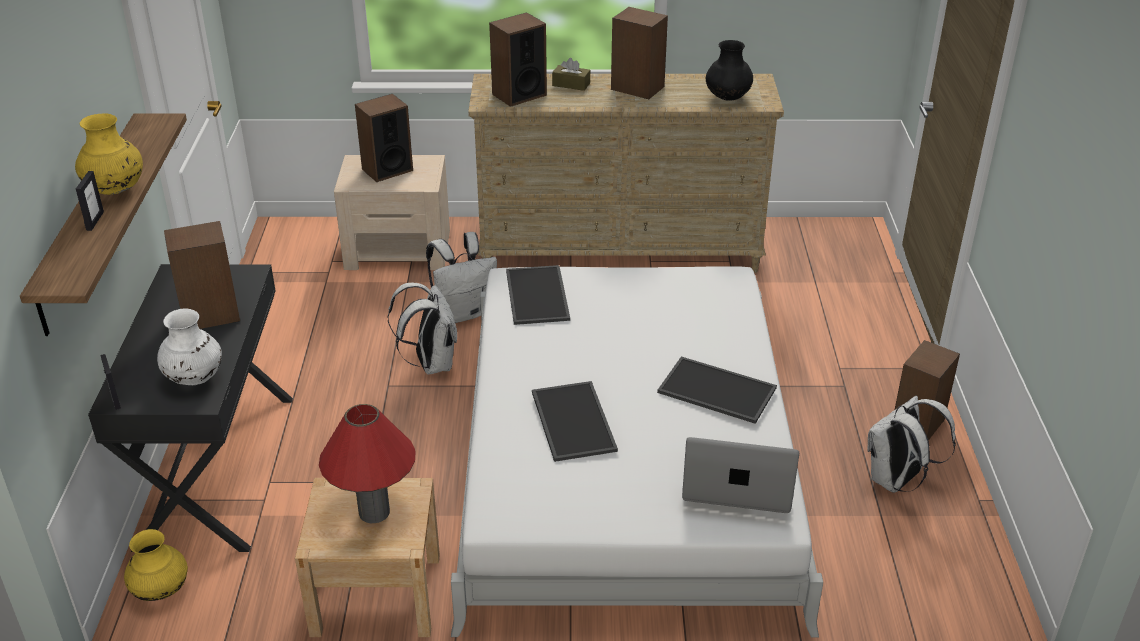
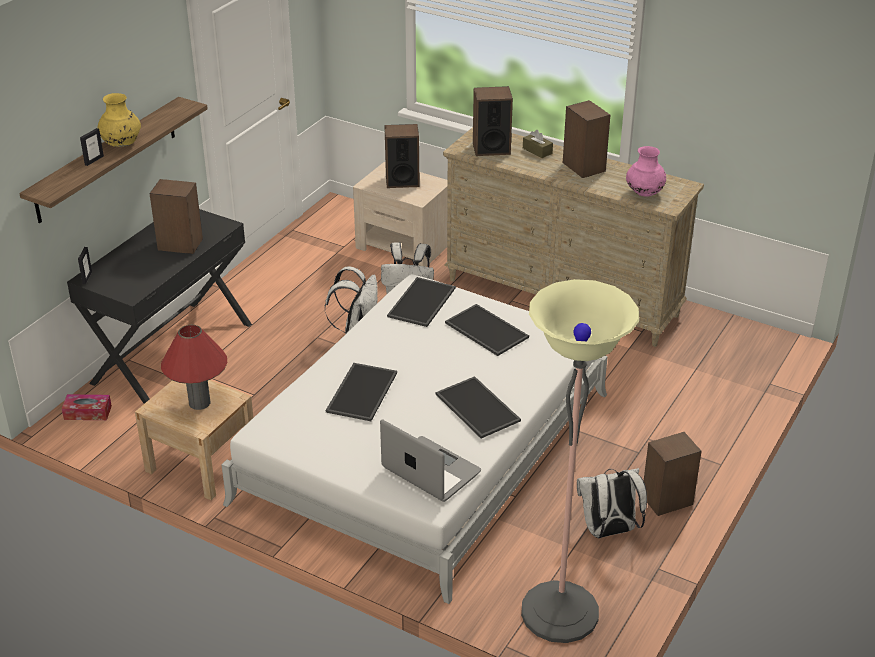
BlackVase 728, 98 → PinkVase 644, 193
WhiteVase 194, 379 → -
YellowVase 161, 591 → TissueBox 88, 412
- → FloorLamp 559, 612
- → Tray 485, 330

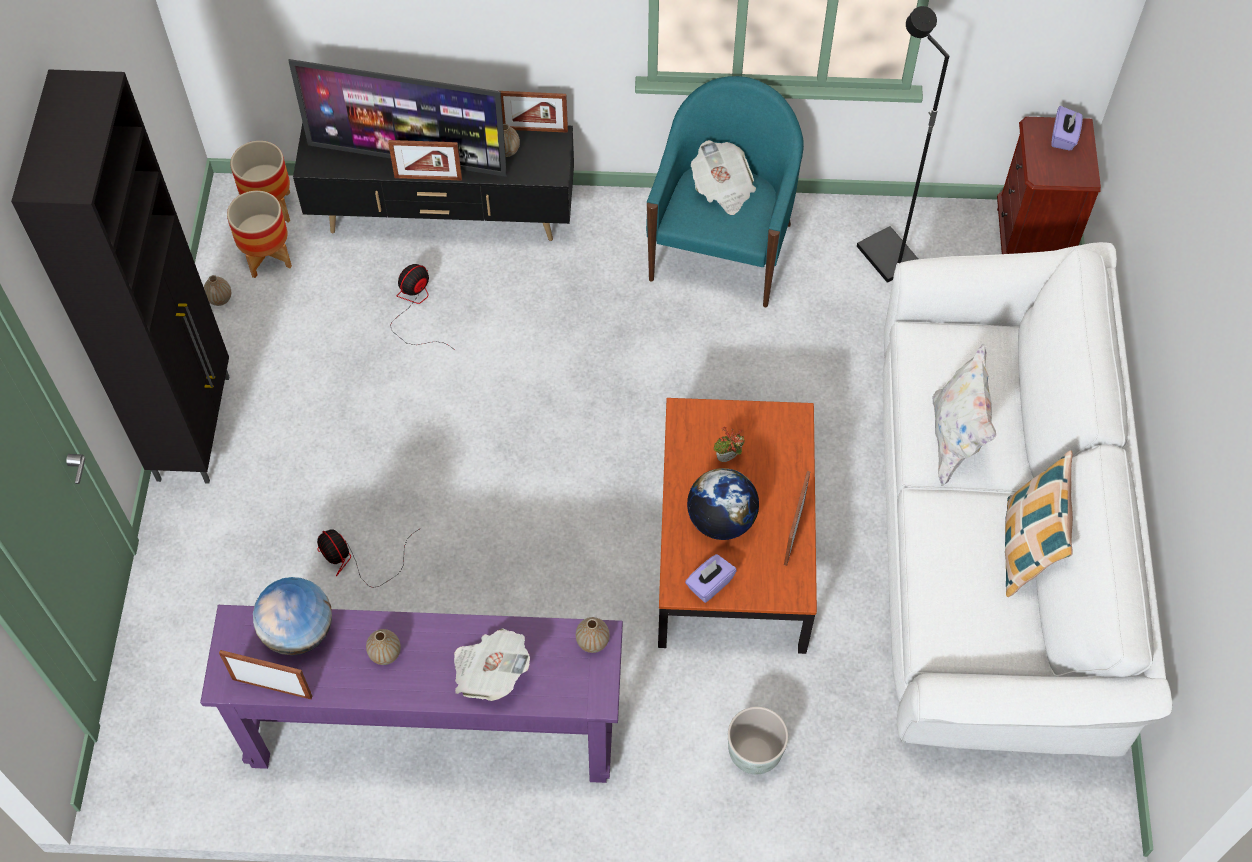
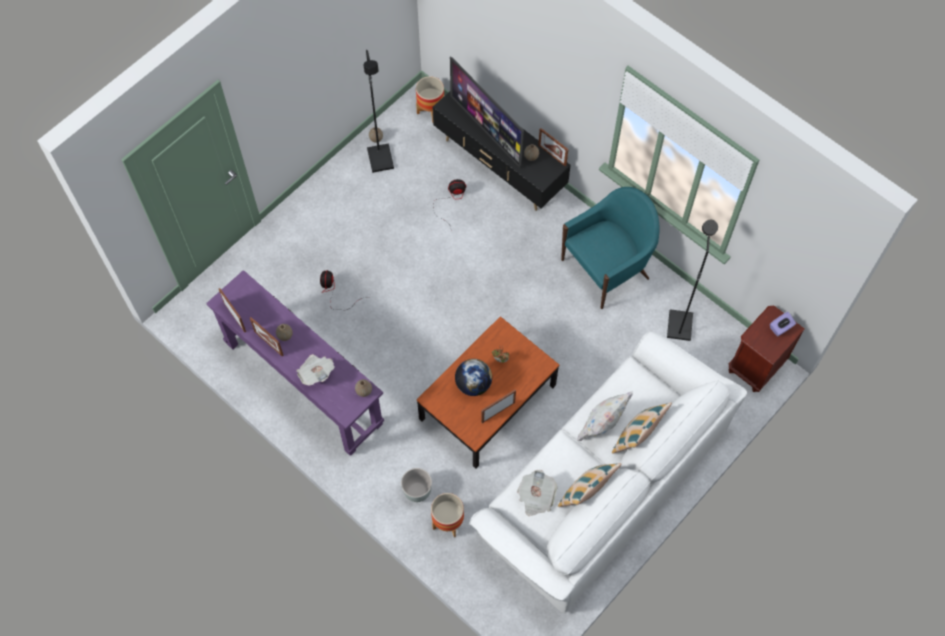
BlackCabinet 195, 426 → -
PictureFrame 428, 178 → PictureFrame 269, 343, move
Newspaper 722, 189 → Newspaper 536, 497, move
Planter 268, 258 → Planter 448, 522, move
PurpleTissueBox 709, 584 → -
Globe 299, 632 → -
- → BlackFloorLamp 381, 159
- → Pillow 637, 438

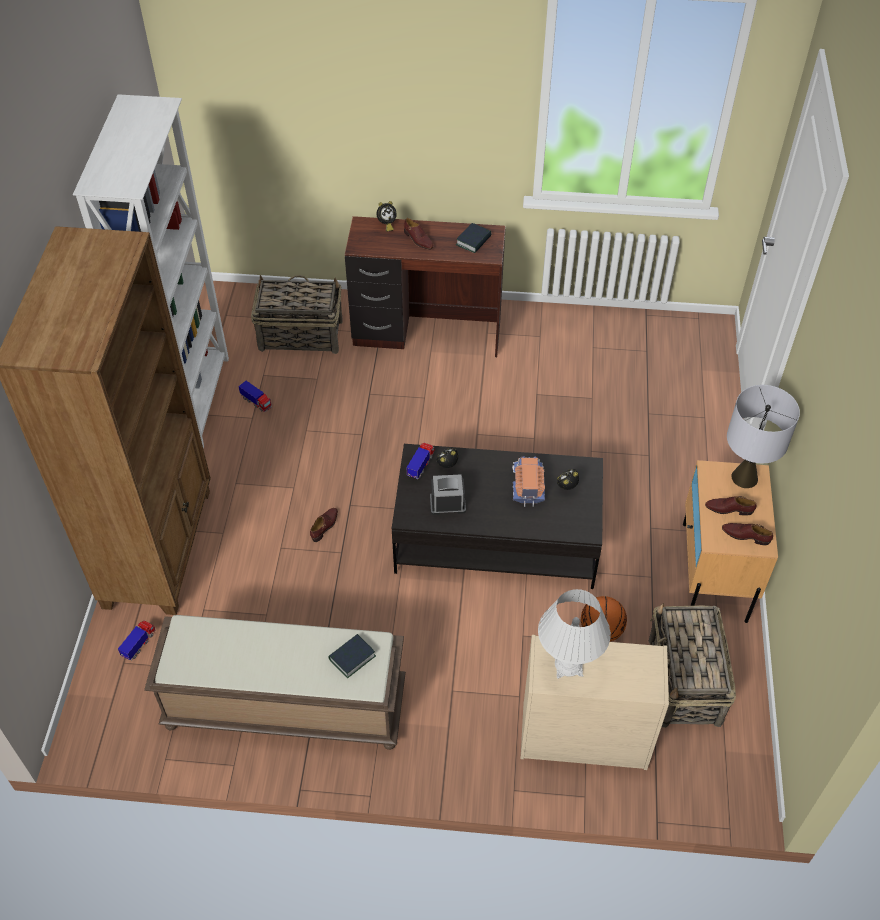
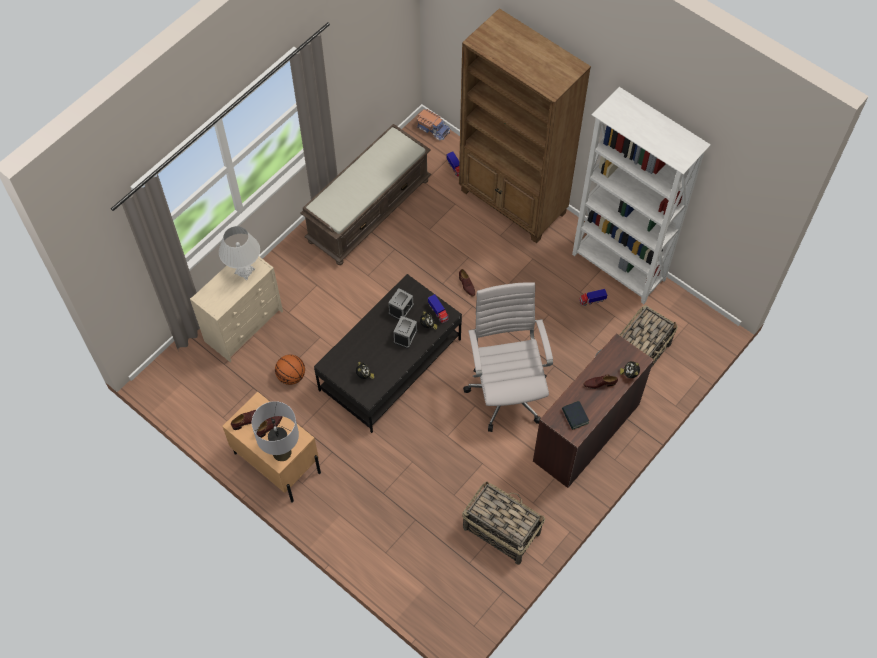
ToyTruck 527, 485 → ToyTruck 433, 129, move
Basket 684, 682 → Basket 500, 530, move
Book 352, 658 → -
- → WhiteOfficeChair 506, 391
- → AlarmClock 405, 336

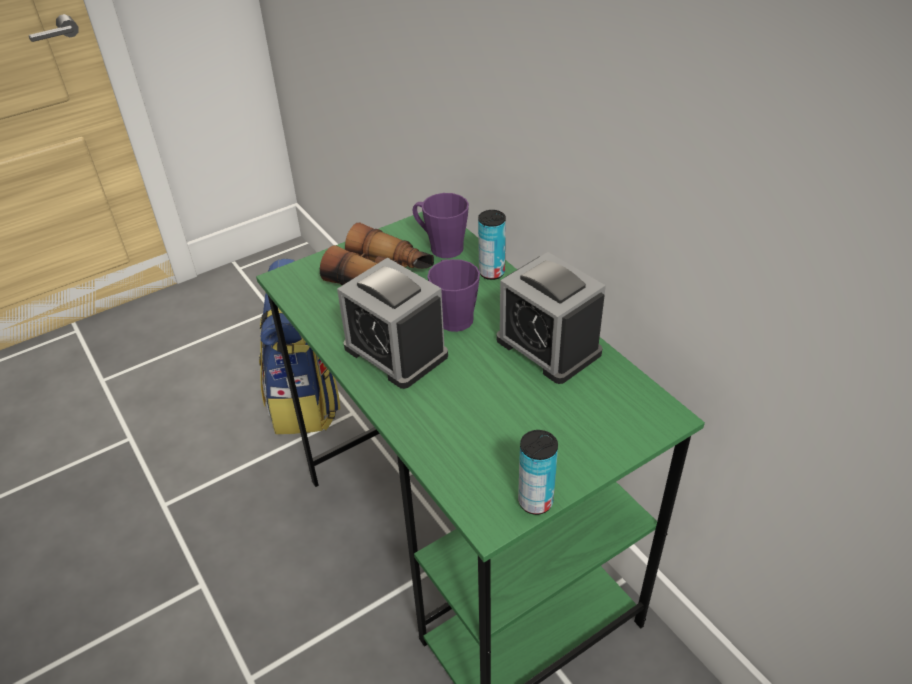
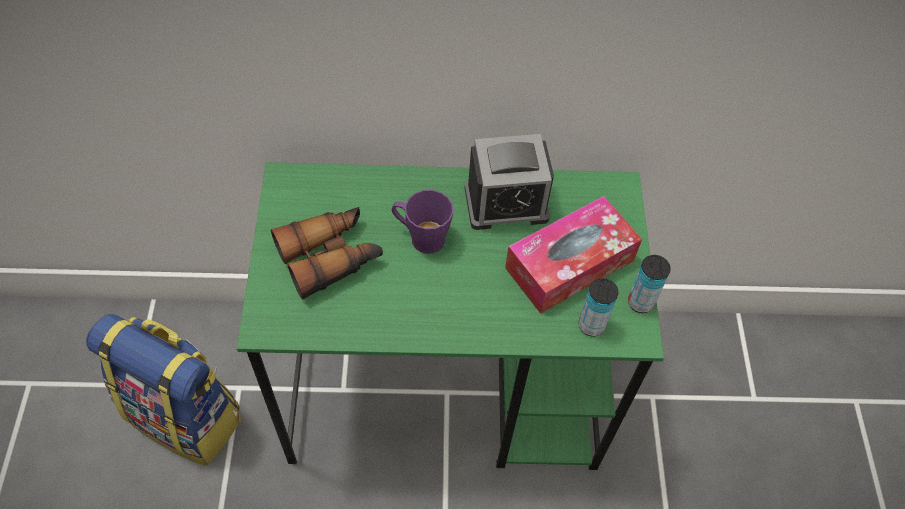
PurpleMug 441, 246 → -
Can 491, 273 → Can 591, 325, move
AlarmClock 395, 351 → -
- → TissueBox 569, 264

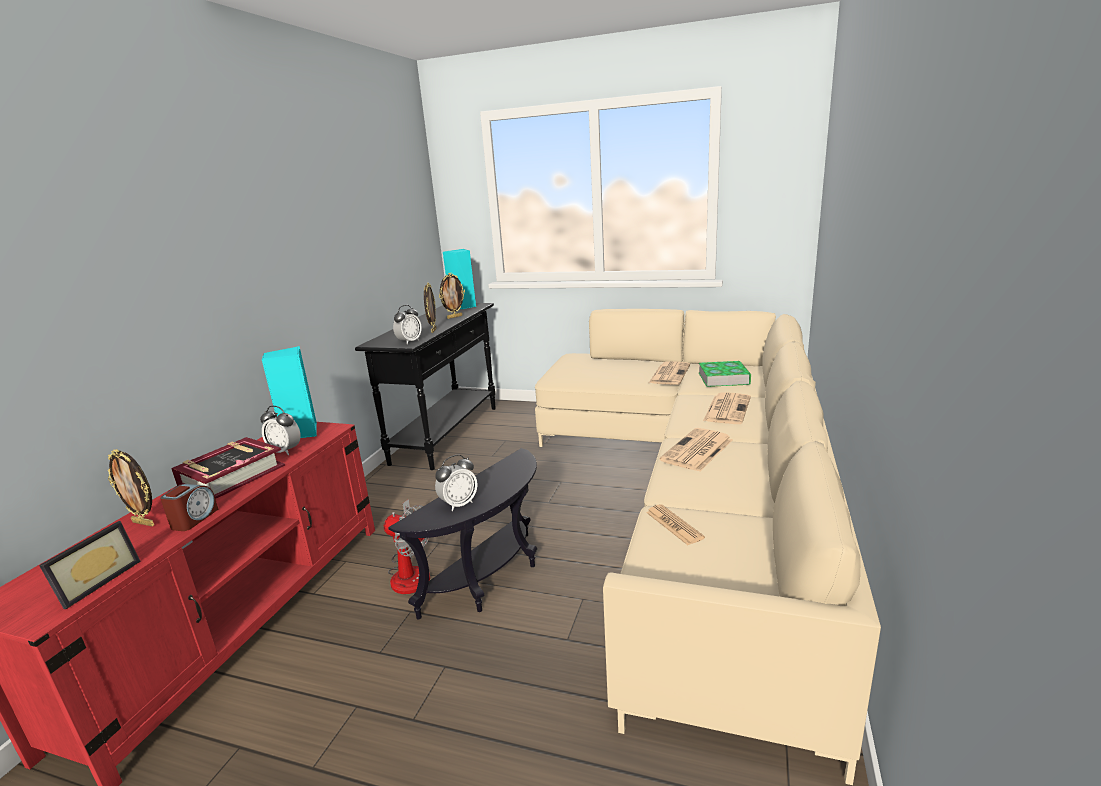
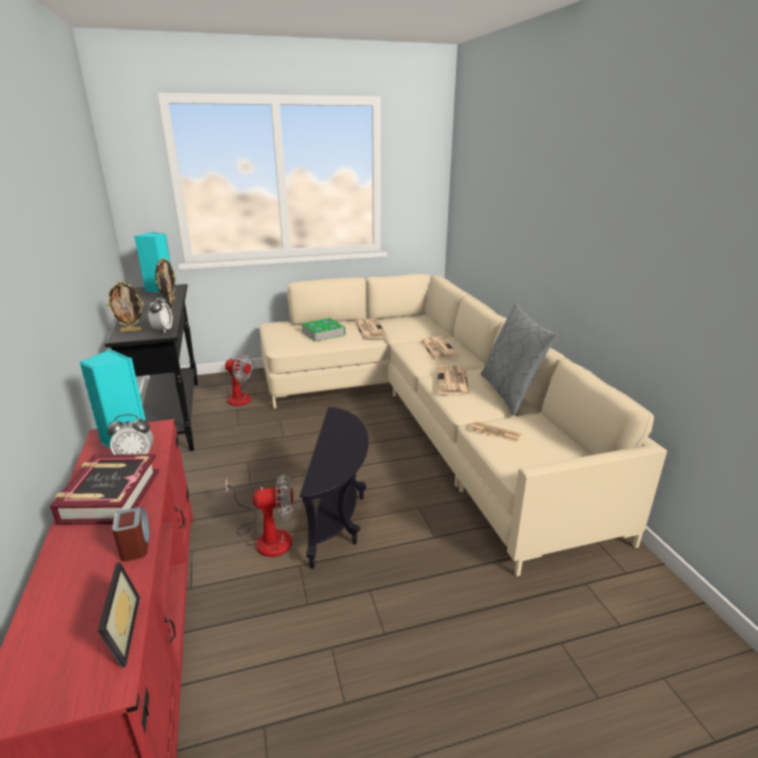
Book 723, 378 → Book 323, 333, move
PictureFrame 144, 523 → PictureFrame 131, 330, move
AlarmClock 459, 504 → -
- → GreyPillow 510, 392
- → Fan 239, 396

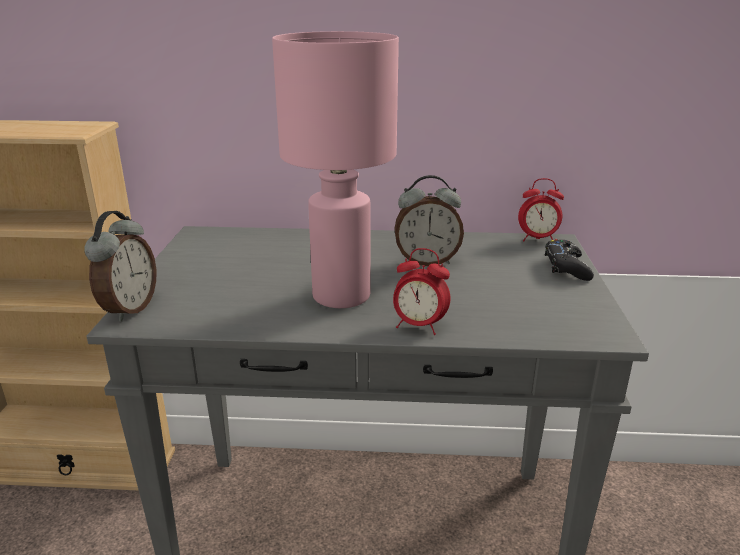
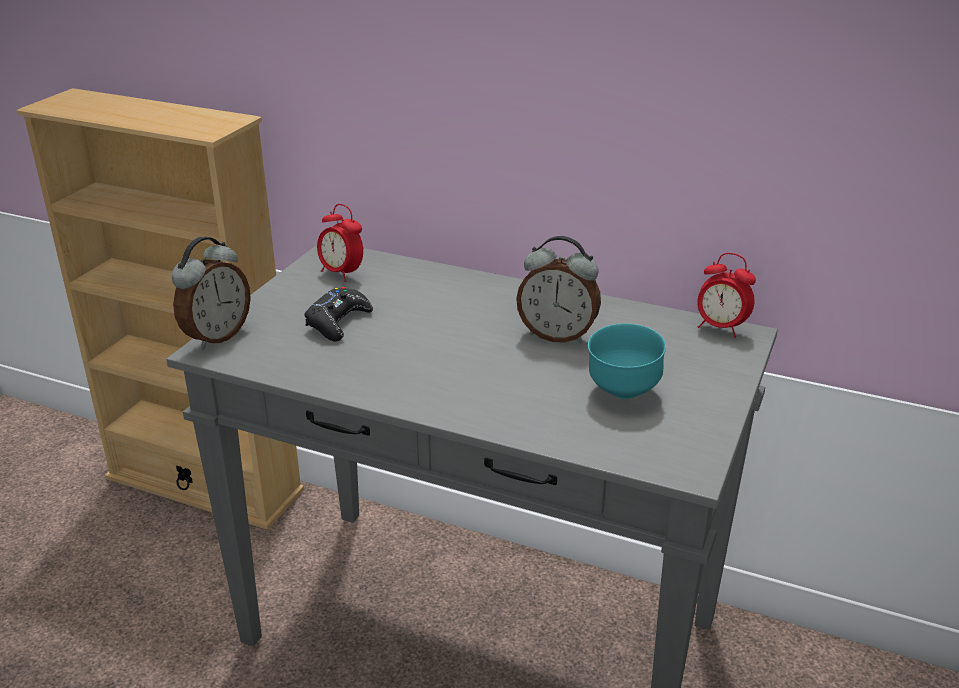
PinkTableLamp 340, 295 → -
BlackGameController 566, 267 → BlackGameController 338, 322, move
AlarmClock 419, 326 → AlarmClock 341, 273, move
- → TurquoiseBowl 622, 393

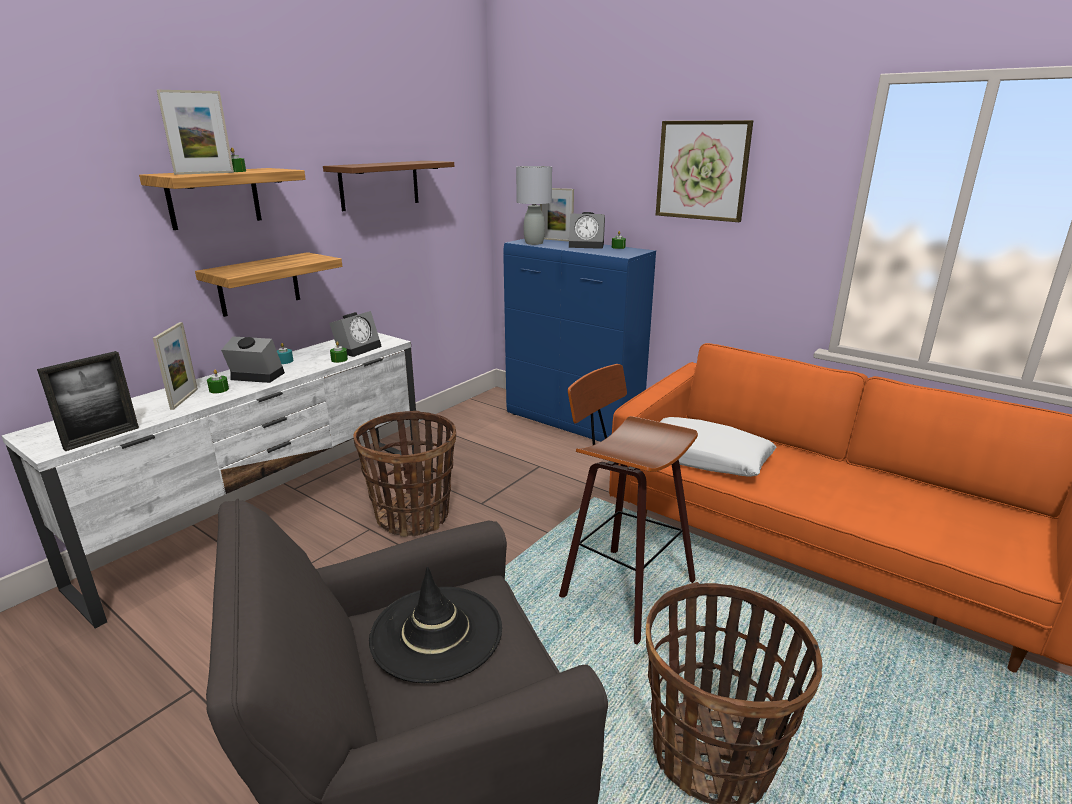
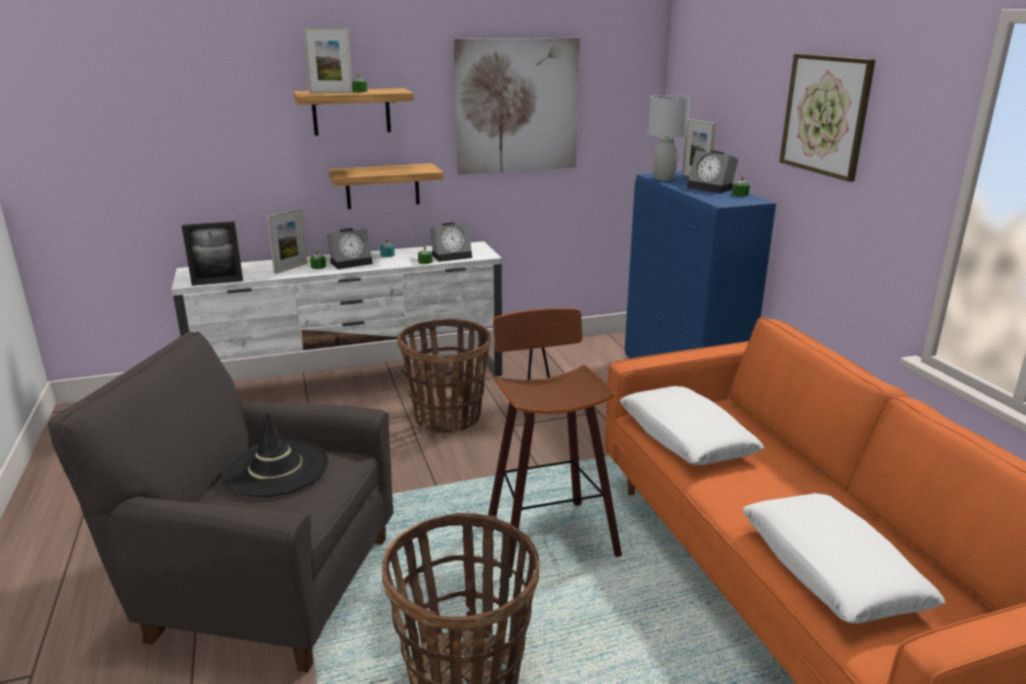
BrownShelf 379, 185 → Picture 517, 106
AlarmClock 255, 377 → AlarmClock 352, 262, 105 degrees clockwise
- → WhitePillow 831, 570

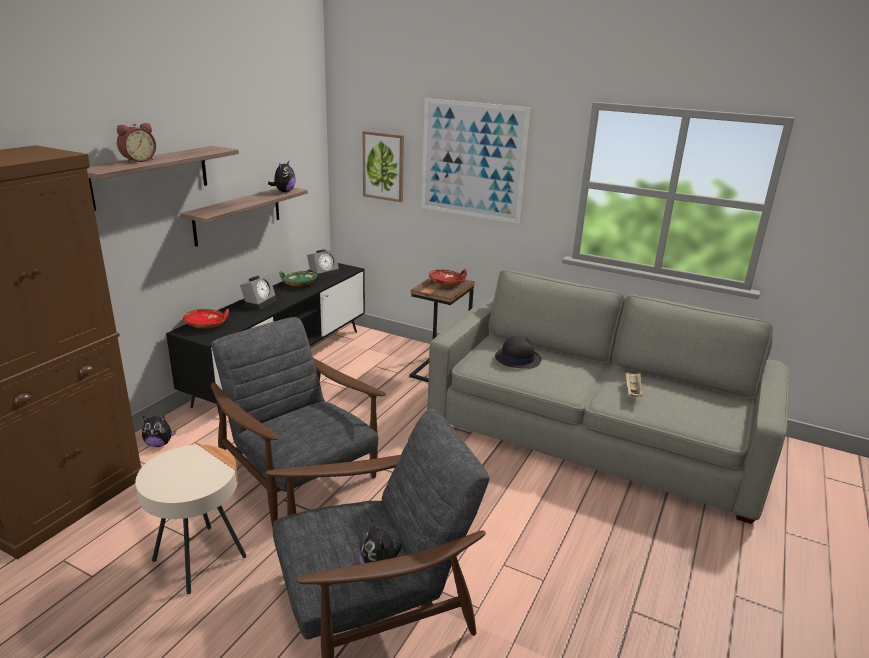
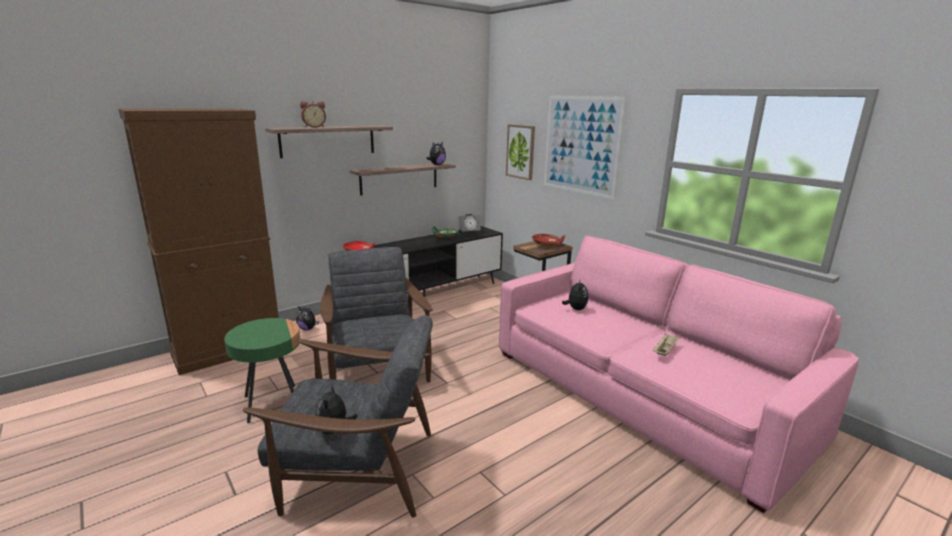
GreySofa 593, 434 → PinkSofa 642, 393
AlarmClock 260, 302 → -
BlackHat 517, 358 → PlushToy 575, 309
BeigeSideTable 199, 559 → GreenSideTable 272, 403

